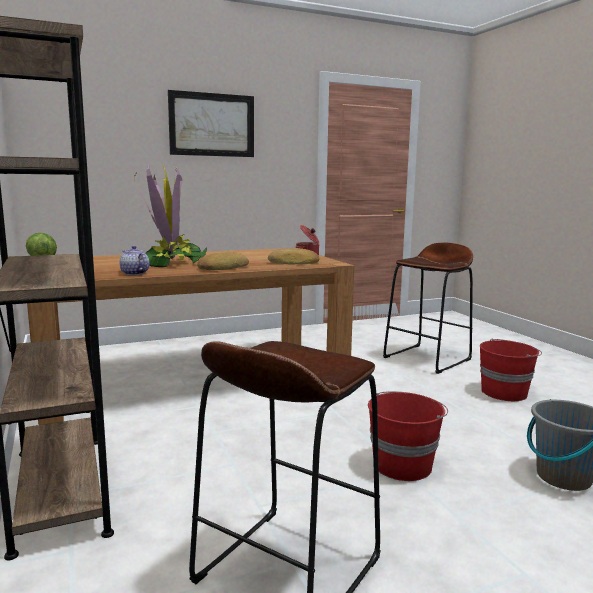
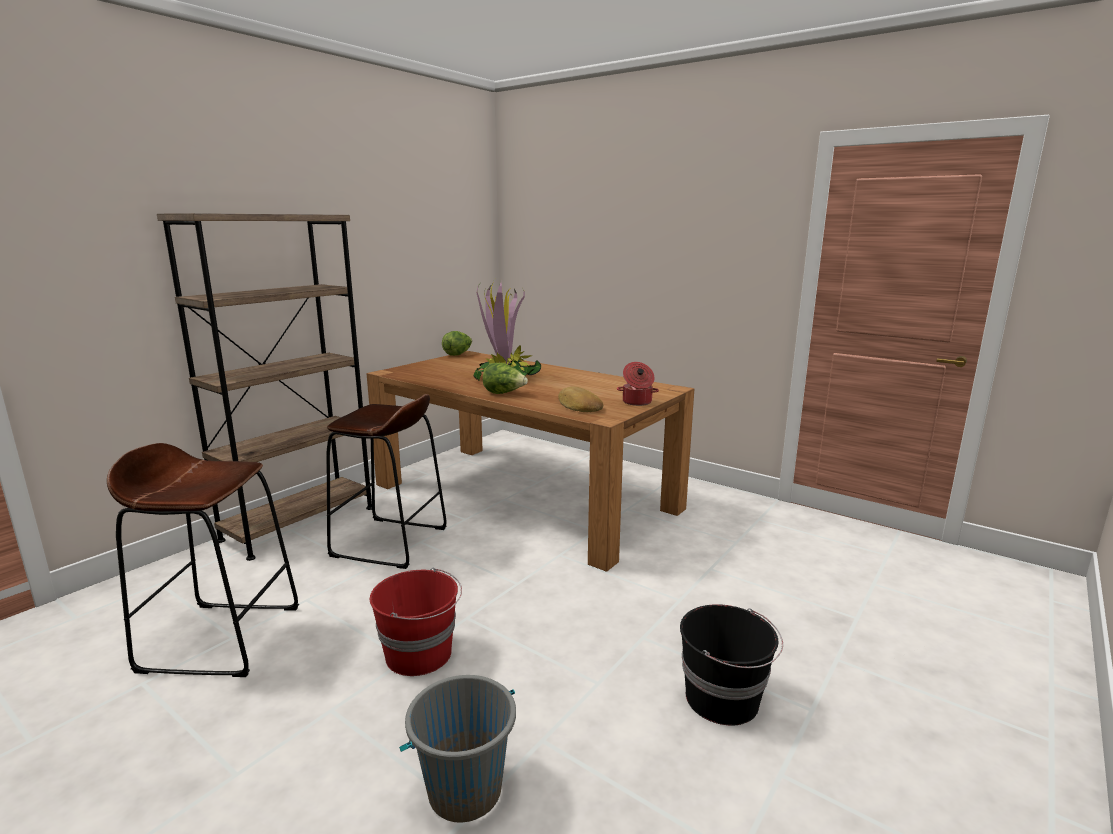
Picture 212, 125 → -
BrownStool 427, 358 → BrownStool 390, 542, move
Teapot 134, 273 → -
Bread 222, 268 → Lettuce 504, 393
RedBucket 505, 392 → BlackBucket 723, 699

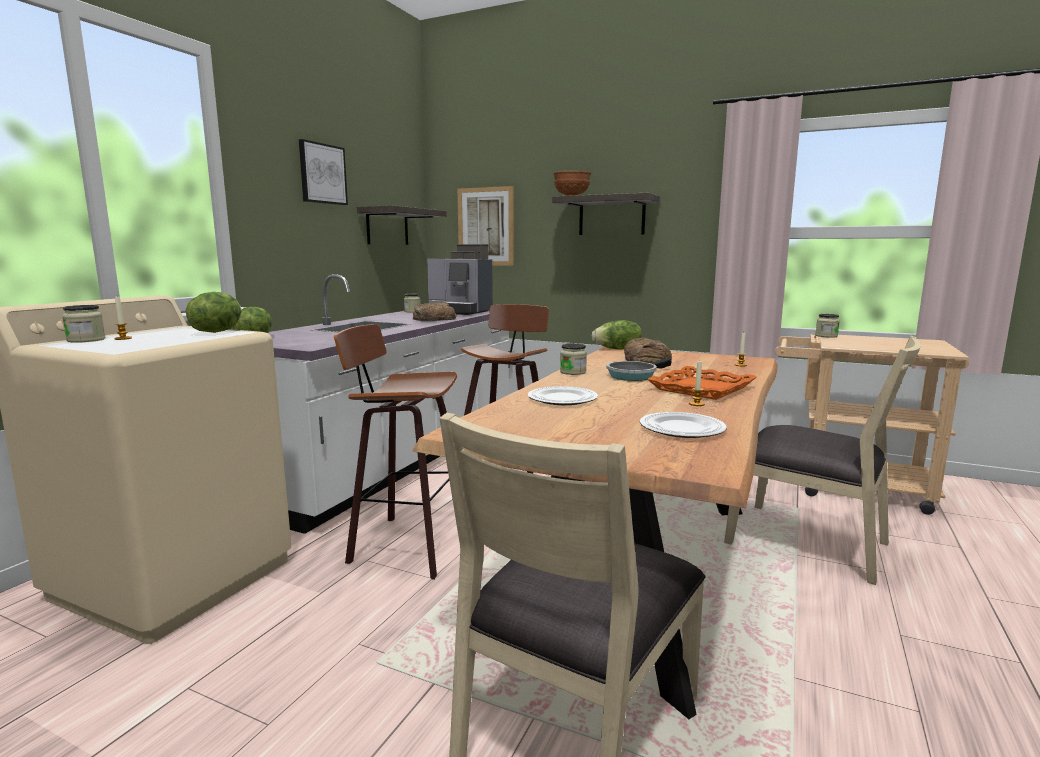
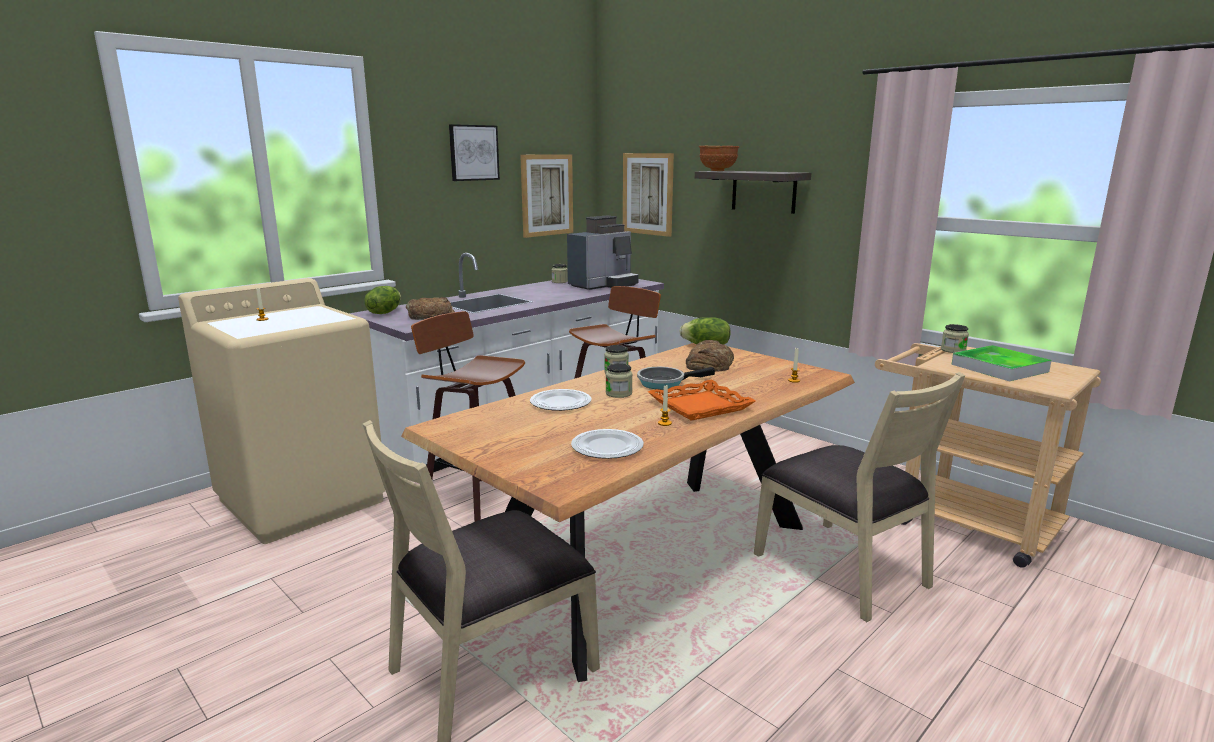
Shelf 387, 227 → Picture 547, 195
CoffeeMachine 461, 311 → CoffeeMachine 603, 285, 90 degrees counterclockwise
Lettuce 217, 331 → -
Bread 433, 319 → Bread 430, 315, move
Jar 86, 340 → Jar 618, 393, move
- → Tray 999, 368

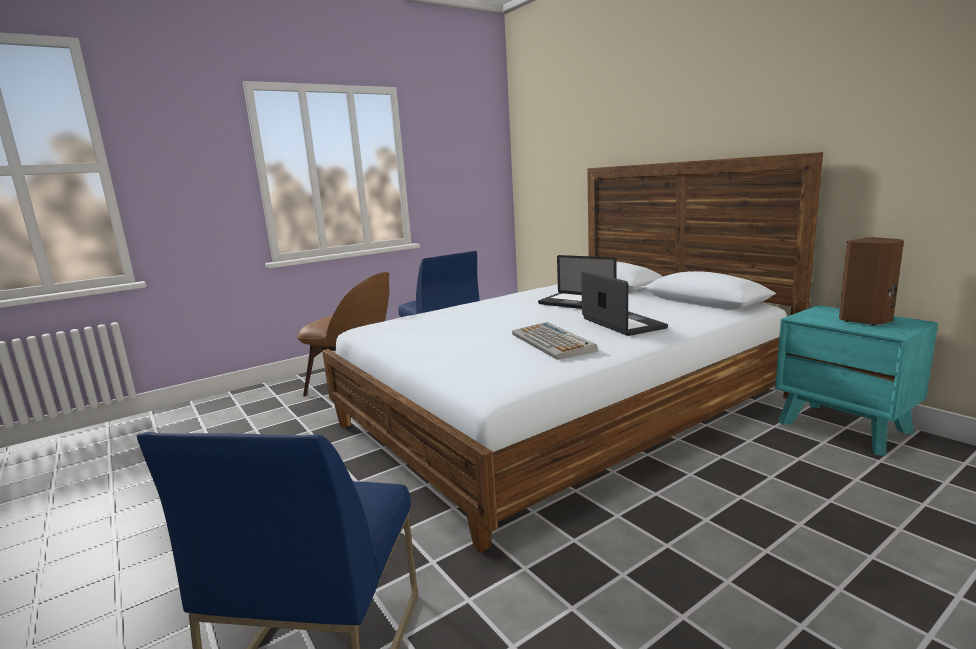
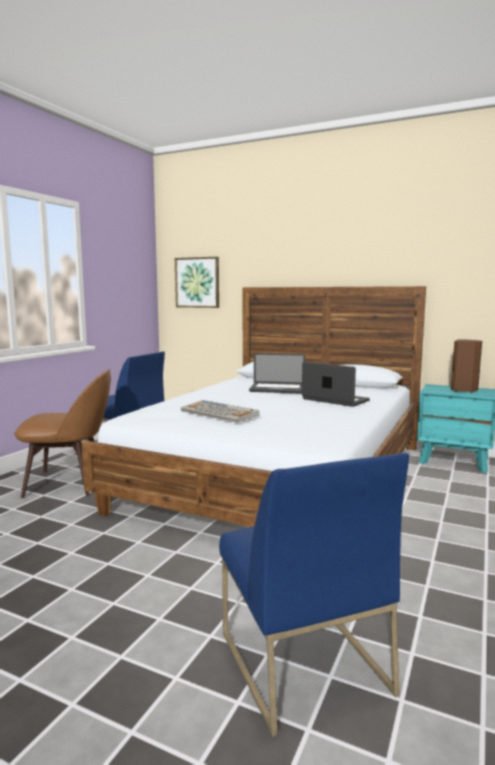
Keyboard 553, 342 → Keyboard 220, 413, move
- → Picture 197, 282

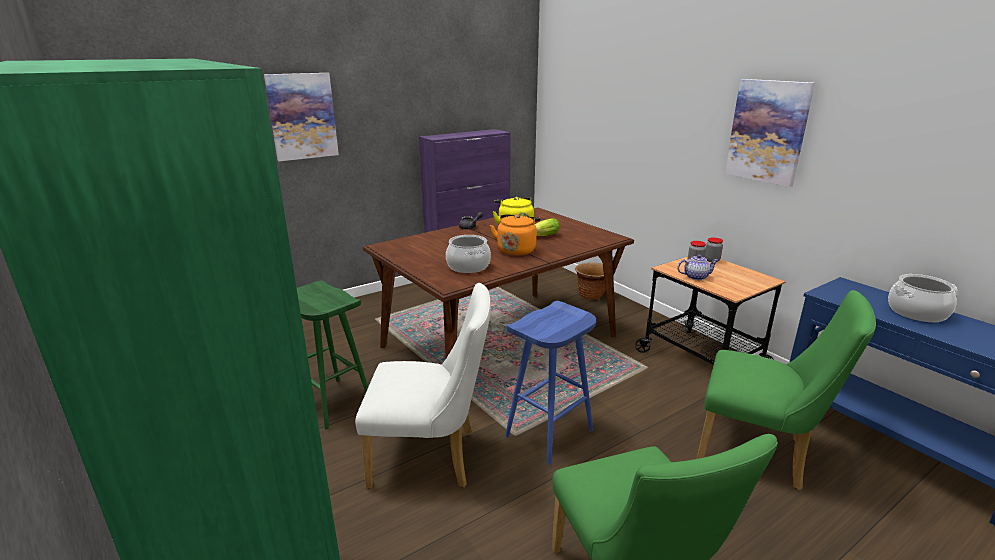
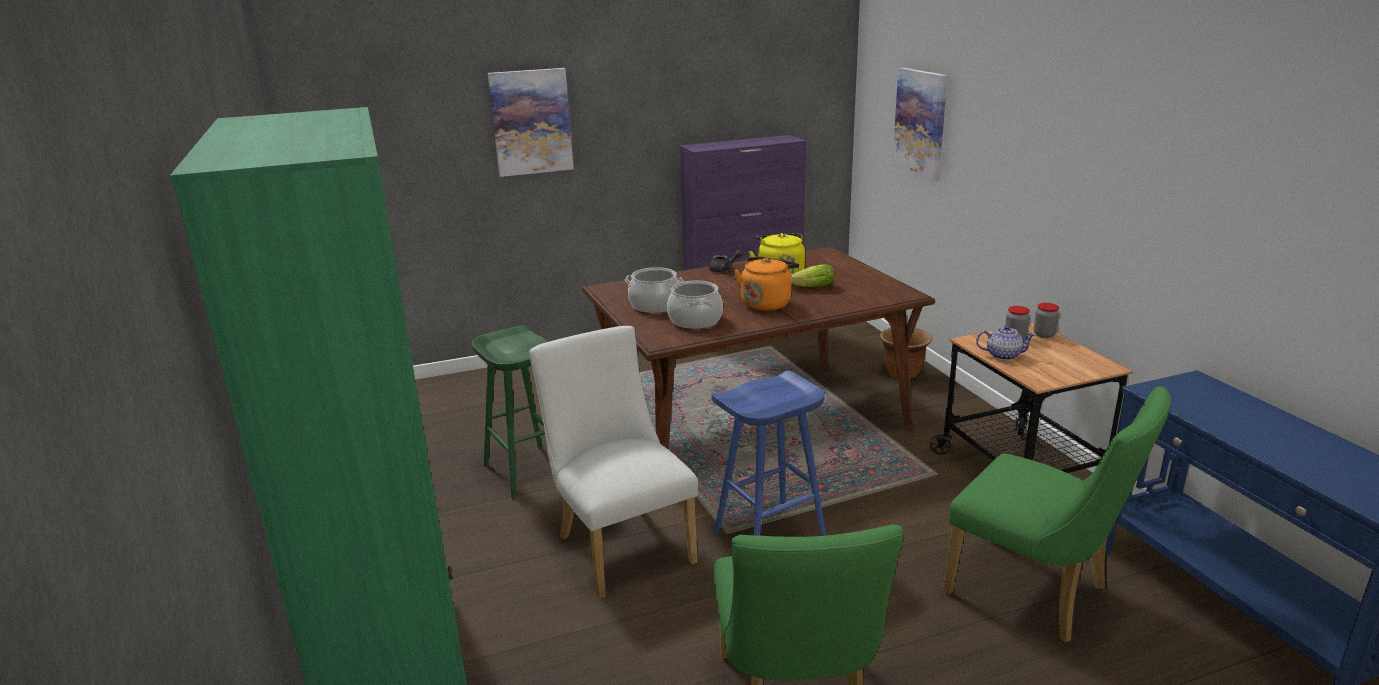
Picture 767, 131 → Picture 920, 123, move
CookingPot 917, 313 → CookingPot 655, 305, move
WhiteChair 432, 458 → WhiteChair 620, 545, 135 degrees counterclockwise

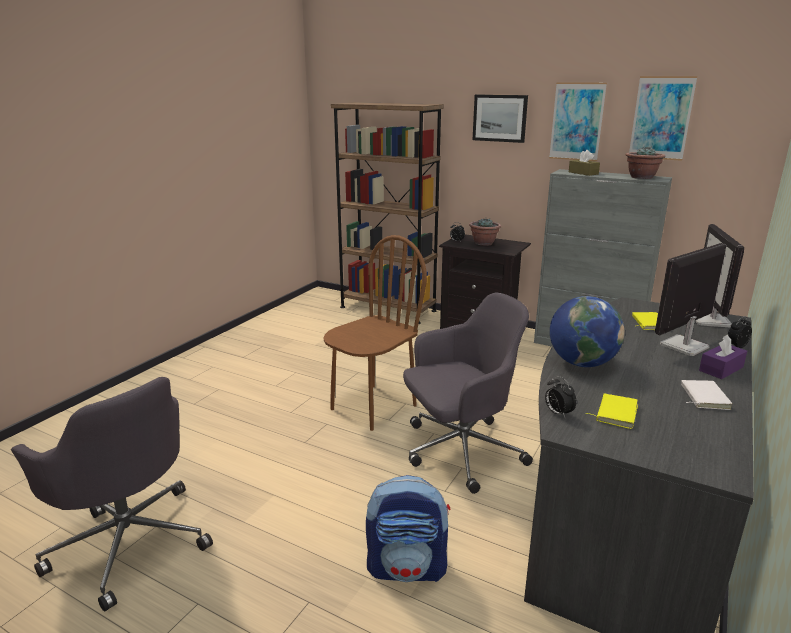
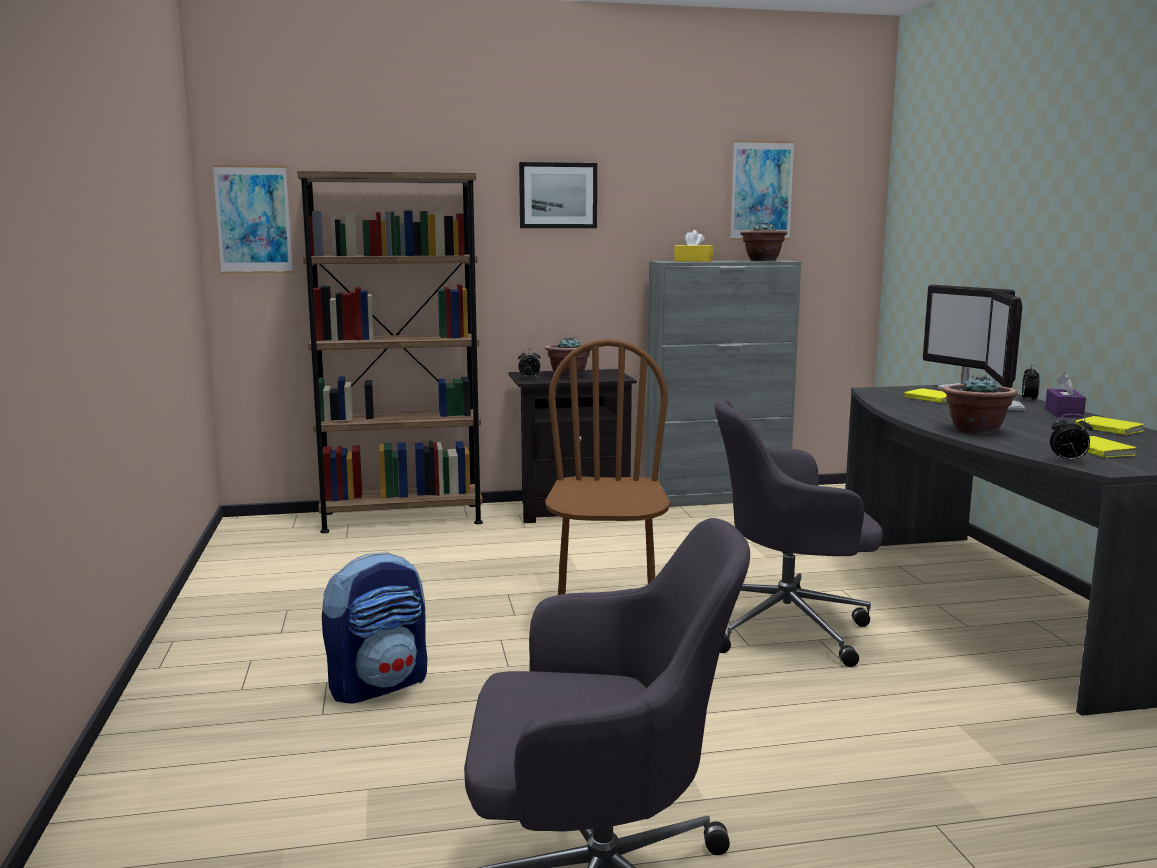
Picture 577, 121 → Picture 253, 220, move
BrownTissueBox 583, 173 → YellowTissueBox 693, 261
GreyOfficeChair 460, 451 → GreyOfficeChair 788, 626, 120 degrees counterclockwise
Globe 581, 363 → PottedPlant 975, 431
WhiteBook 702, 397 → YellowBook 1107, 429
Backpack 407, 567 → Backpack 379, 685, move

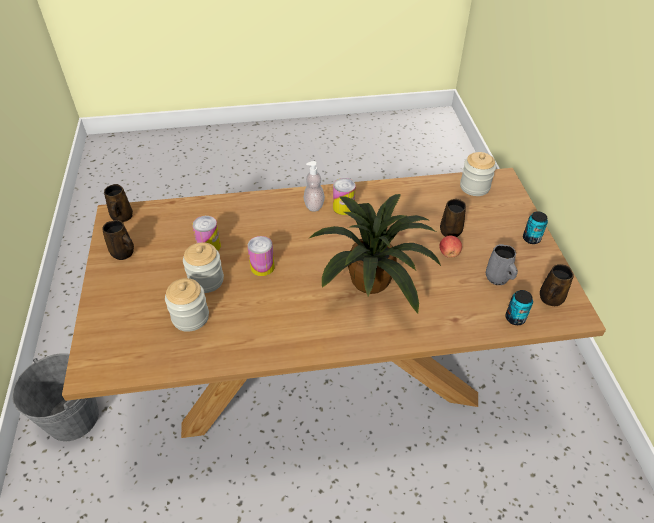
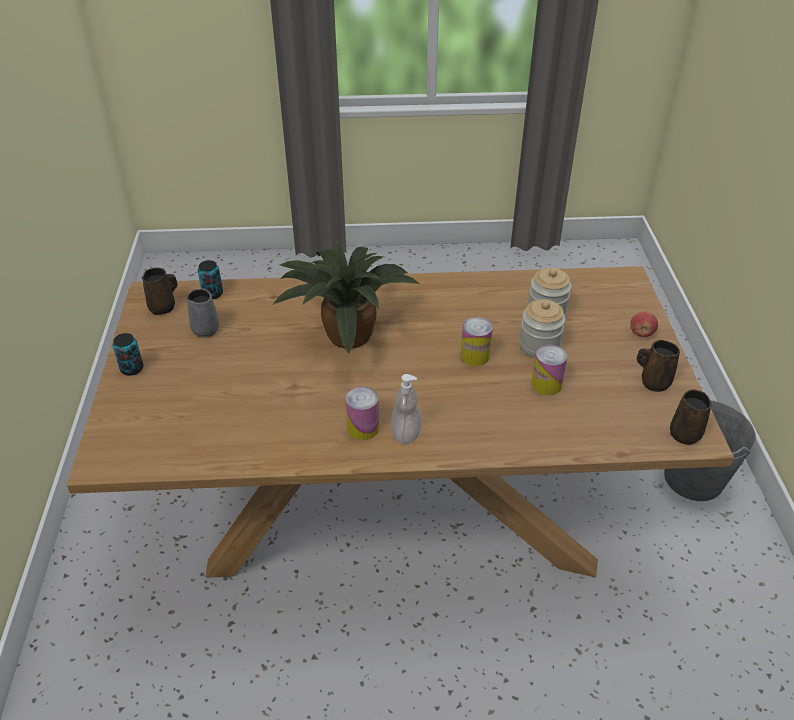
Jar 474, 187 → -
BrownMug 451, 230 → -
Apple 449, 253 → Apple 641, 333, move

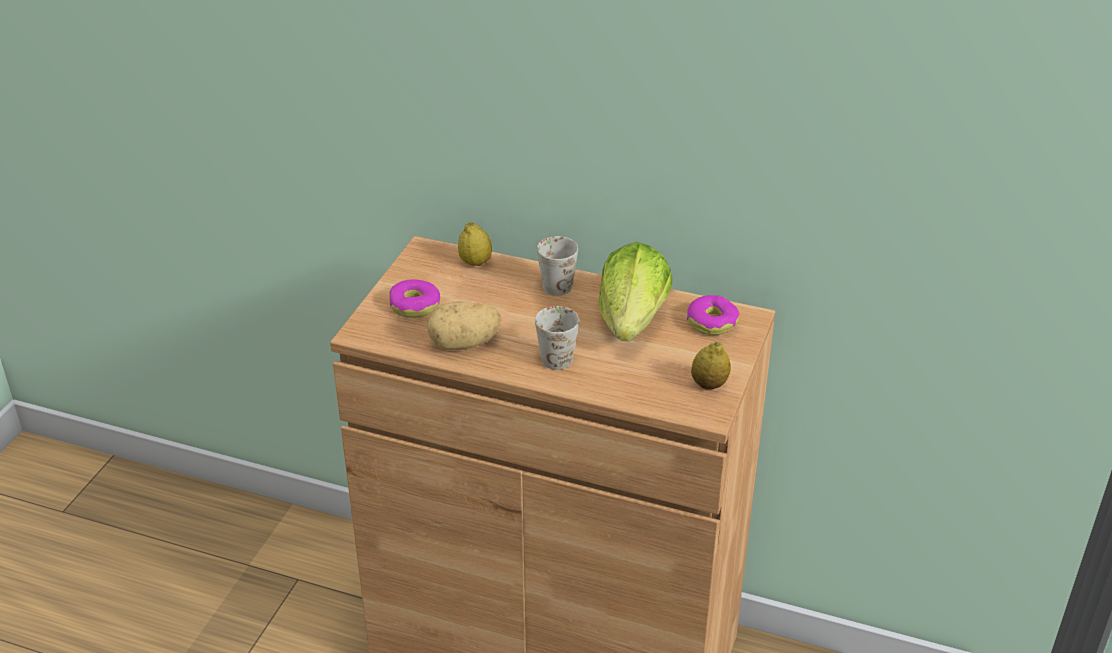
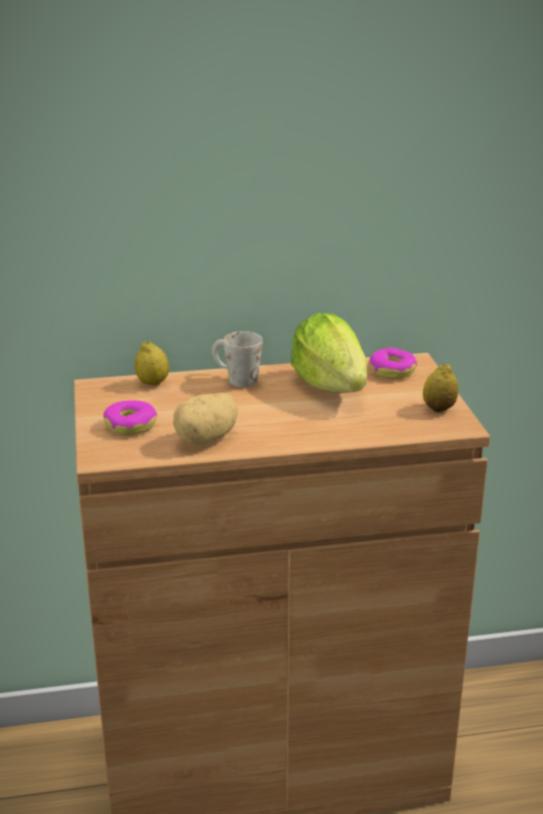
WhiteMug 557, 353 → -

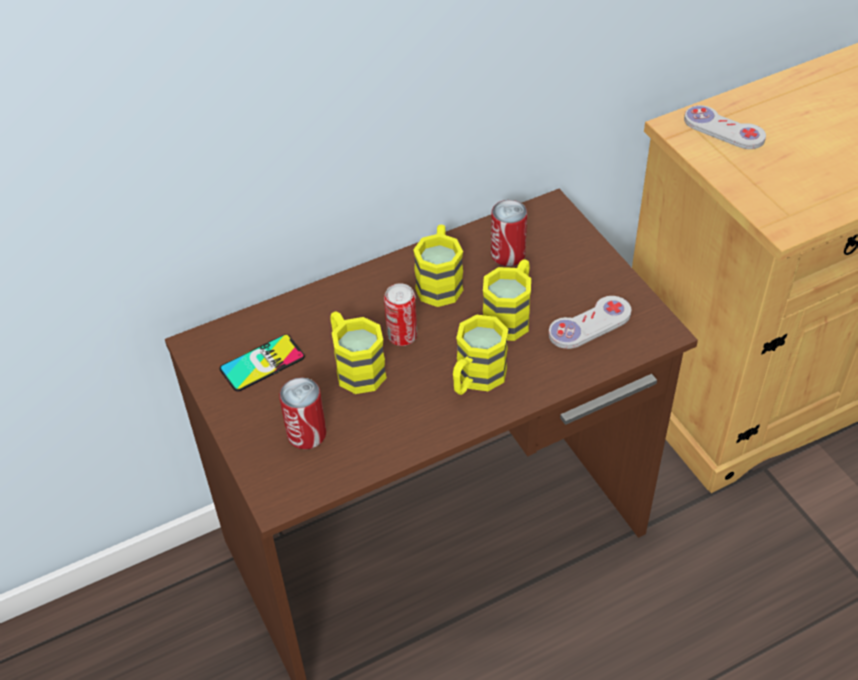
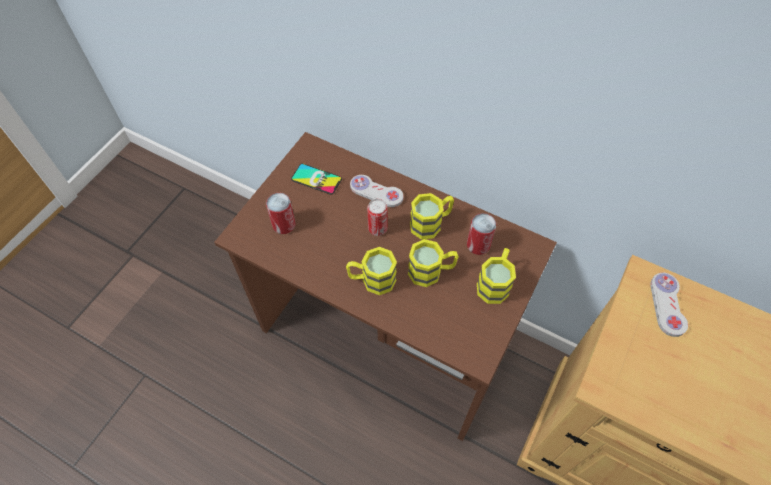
WhiteGameController 590, 324 → WhiteGameController 376, 192, move
YellowMug 355, 367 → YellowMug 495, 283, move

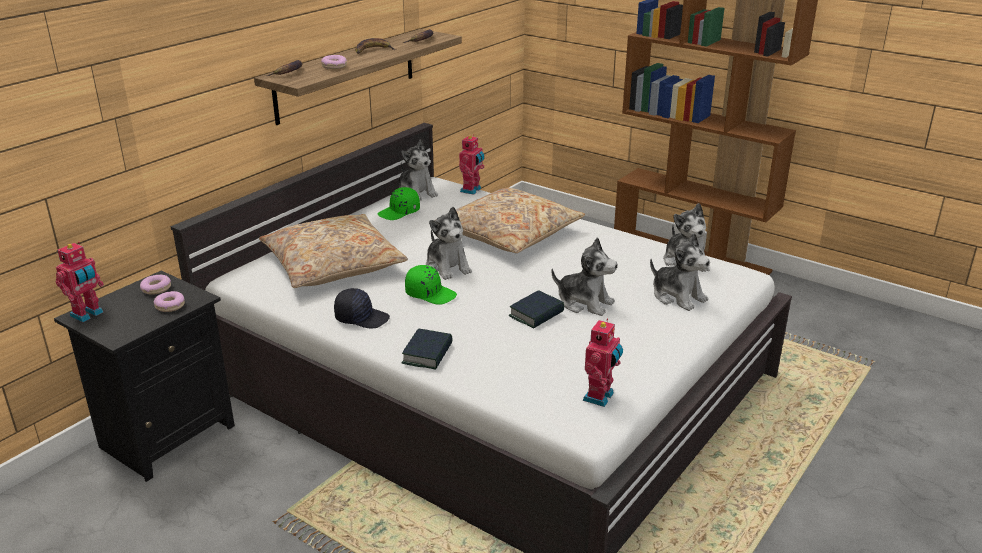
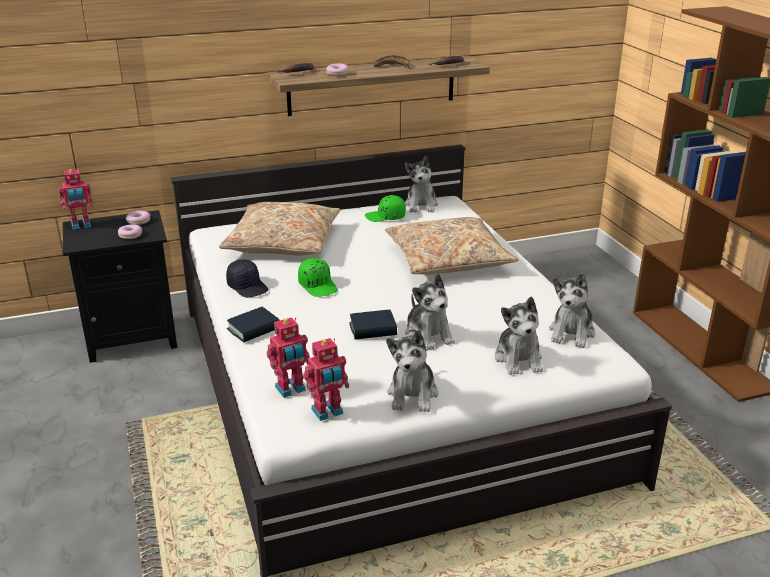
ToyRobot 472, 190 → ToyRobot 291, 389, move
PlushToy 447, 267 → PlushToy 413, 394, move

